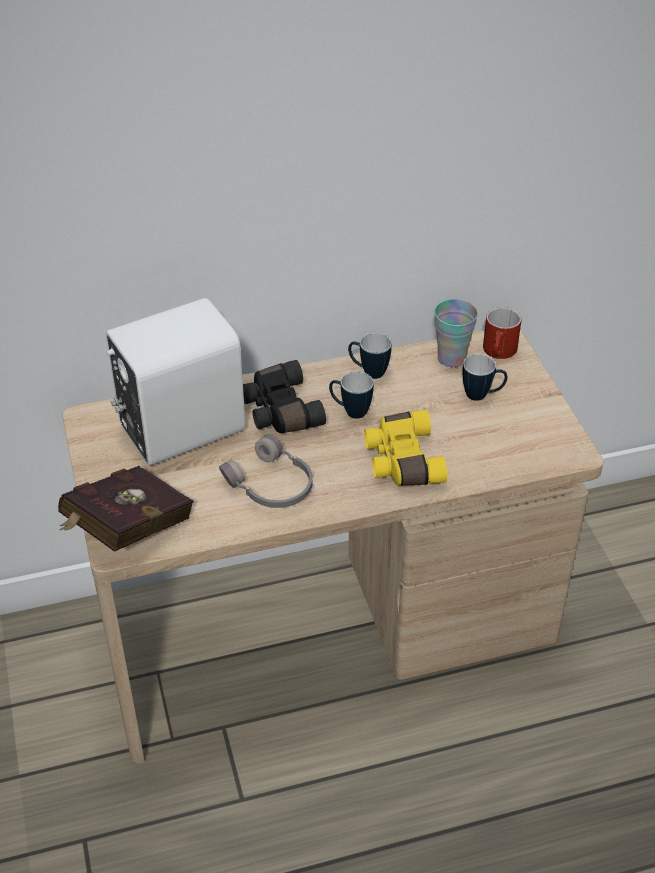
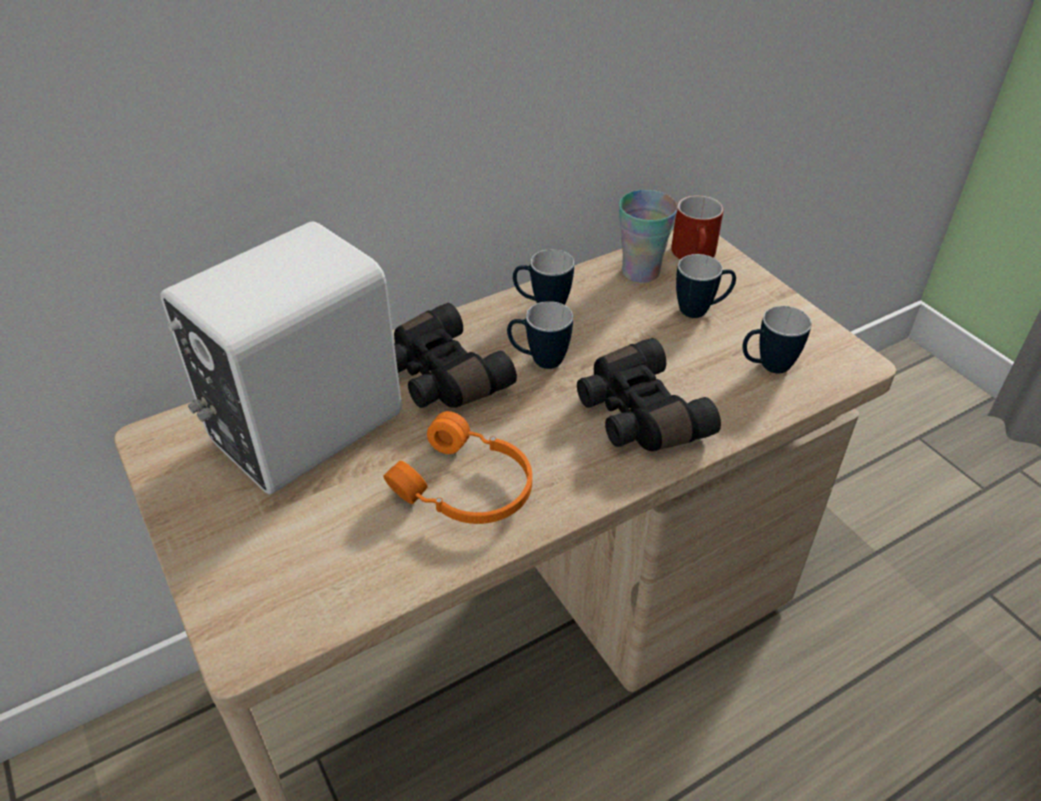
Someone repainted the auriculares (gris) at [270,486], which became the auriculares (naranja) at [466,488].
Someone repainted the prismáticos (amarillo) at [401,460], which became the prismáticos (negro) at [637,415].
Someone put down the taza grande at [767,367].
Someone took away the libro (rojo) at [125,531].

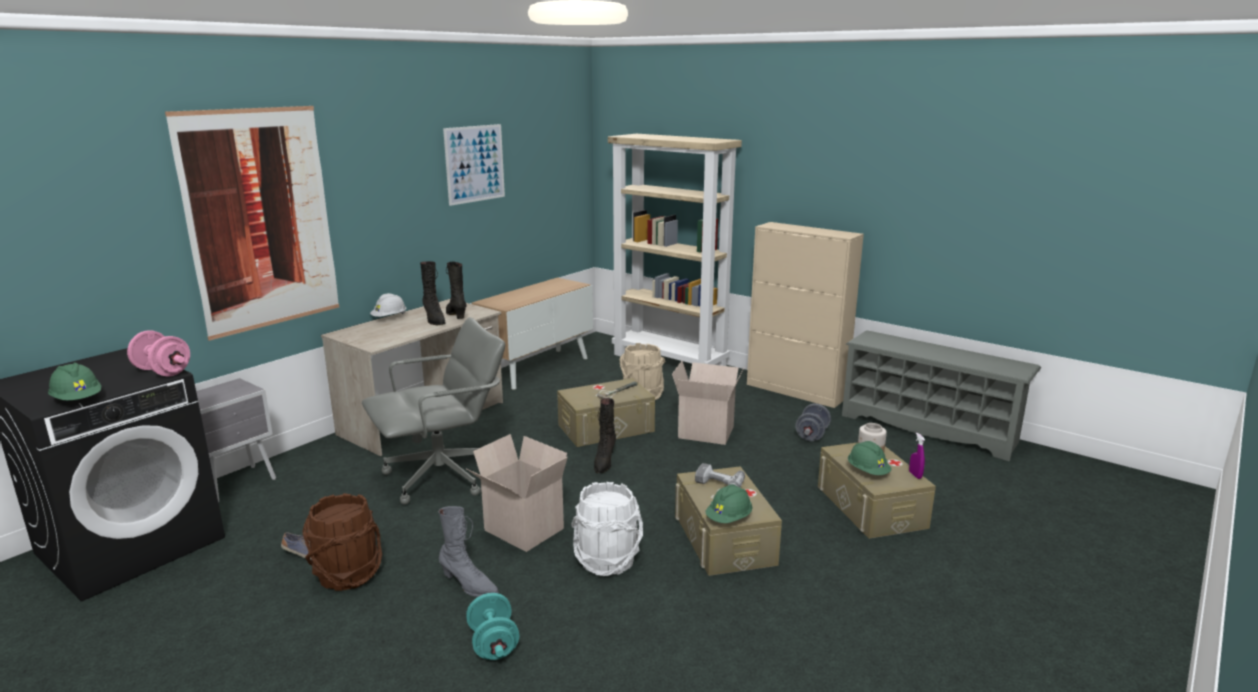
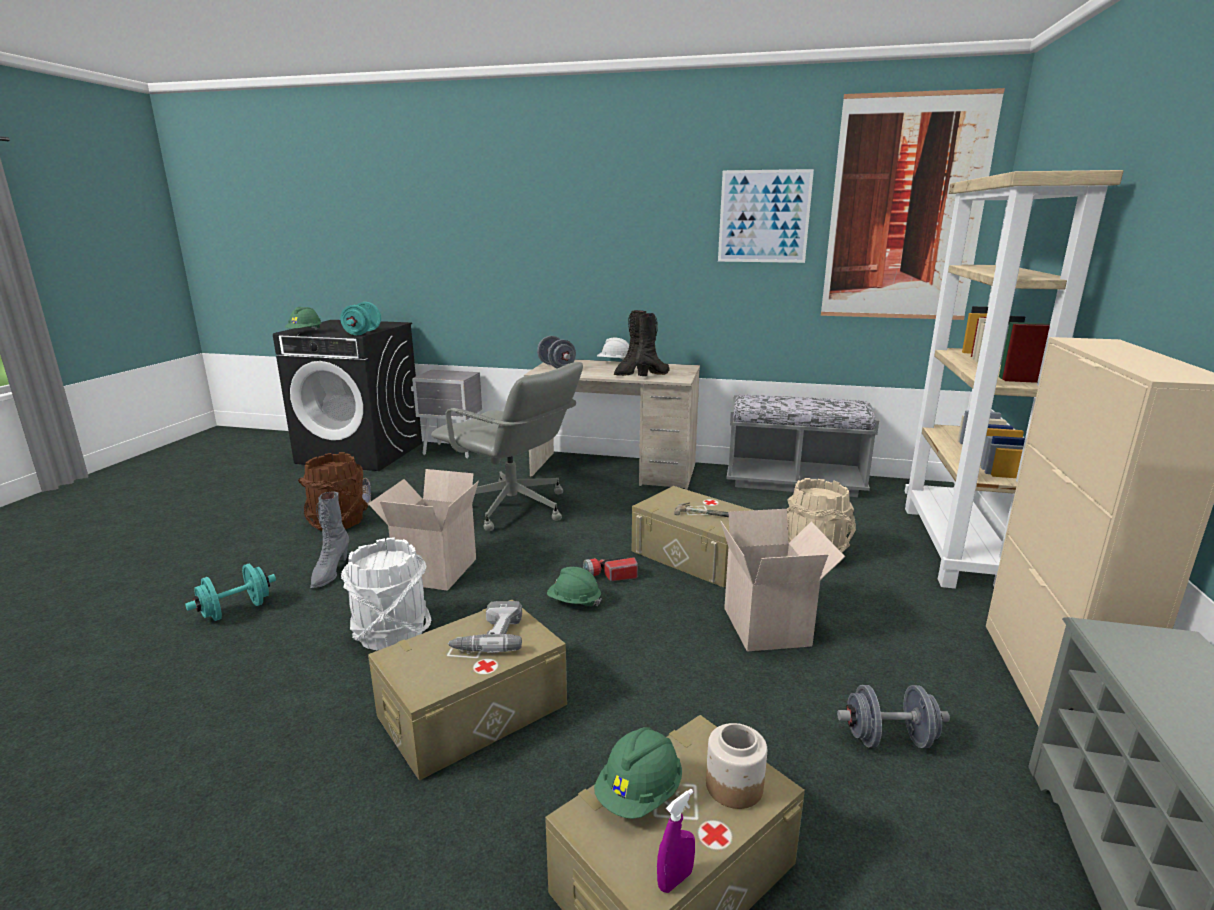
Someone repainted the mancuerna (rosa) at [163,371], which became the mancuerna (turquesa) at [362,333].
Someone put down the mancuerna (gris) at [556,366].
Someone carried the casco (verde) from [729,519] to [574,602].
Someone swapped the bota (negro) at [604,462] for the linterna at [610,575].
Someone swapped the armario at [537,368] for the banco (gris) at [794,482].
Someone carried the cuadro from [261,220] to [905,210].

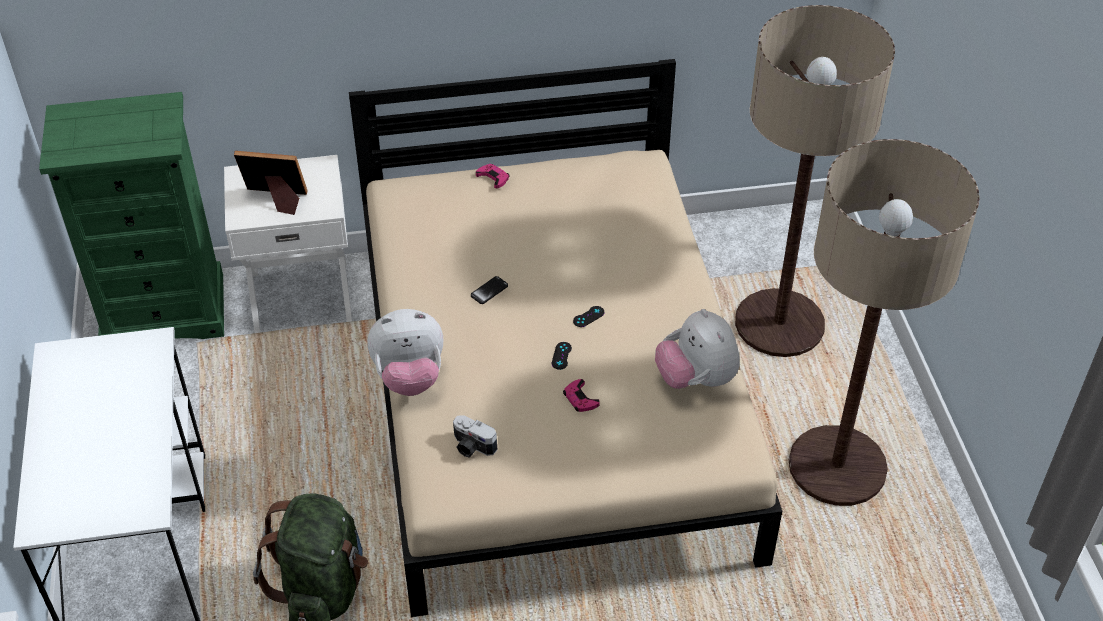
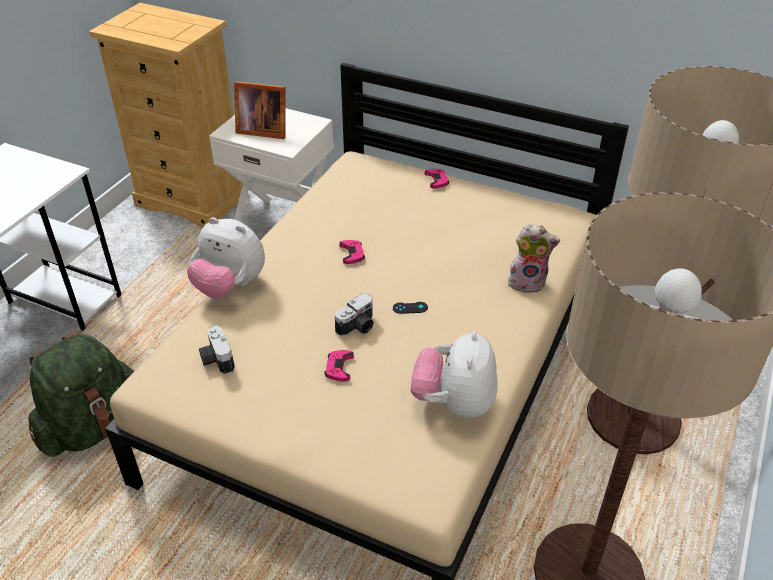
Someone repainted the cómoda (verde) at [165,311], which became the cómoda (beis) at [192,199].
Someone rotated the portarretratos at [276,199] by 150 degrees clockwise.
Someone swapped the mando de consola (negro) at [561,356] for the cámara at [358,327].
Someone swapped the móvil at [489,291] for the mando de consola (rosa) at [352,254].
Someone put down the peluche at [528,282].

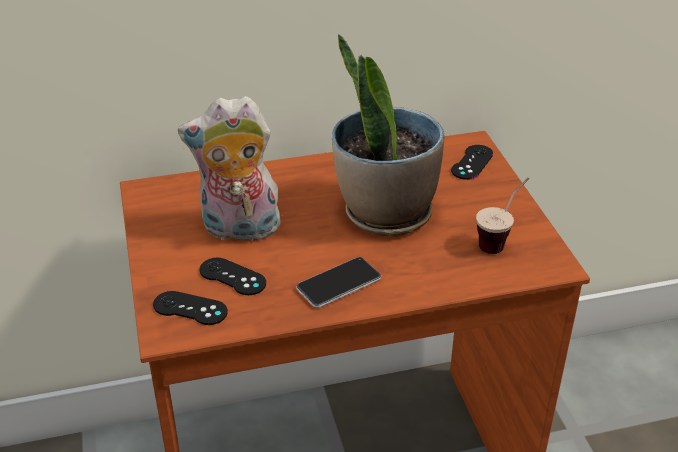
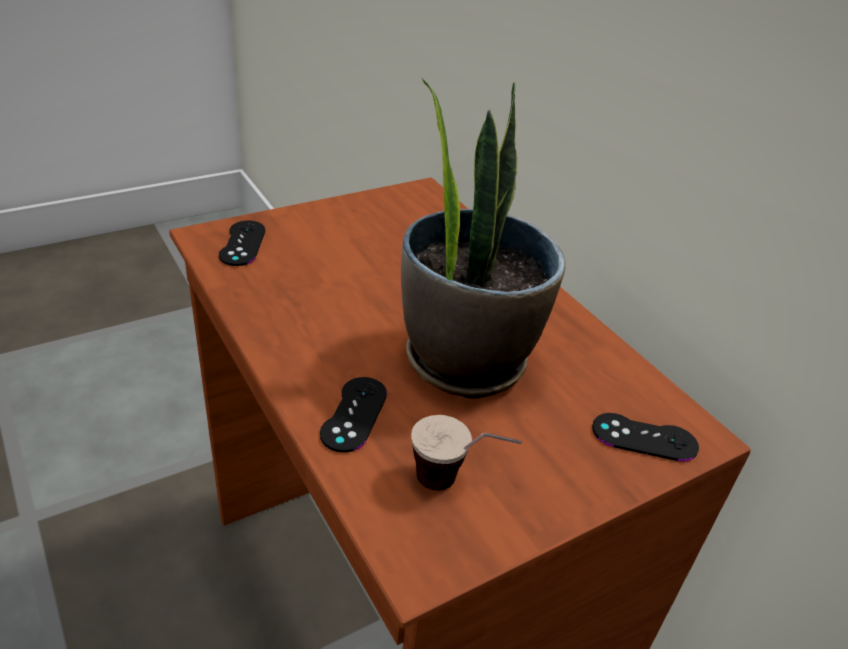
Someone carried the mando de consola (negro) from [232,277] to [354,414].
Someone took away the peluche at [238,230].
Someone took away the móvil at [339,284].

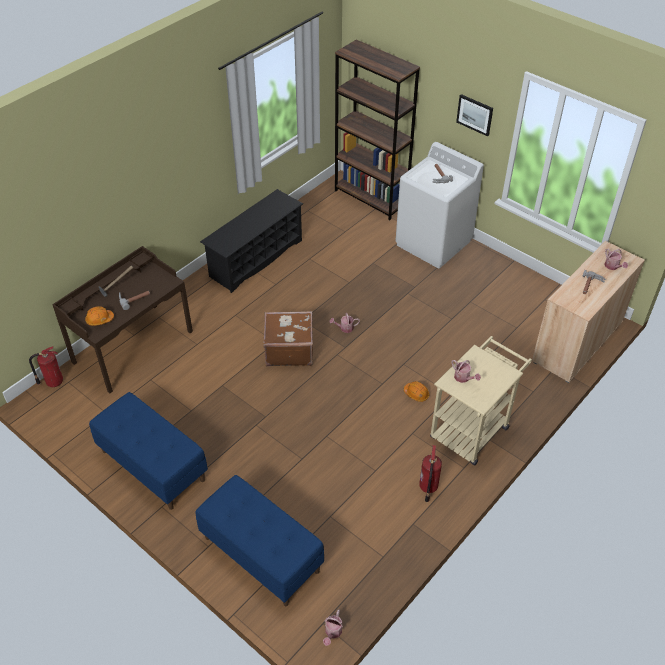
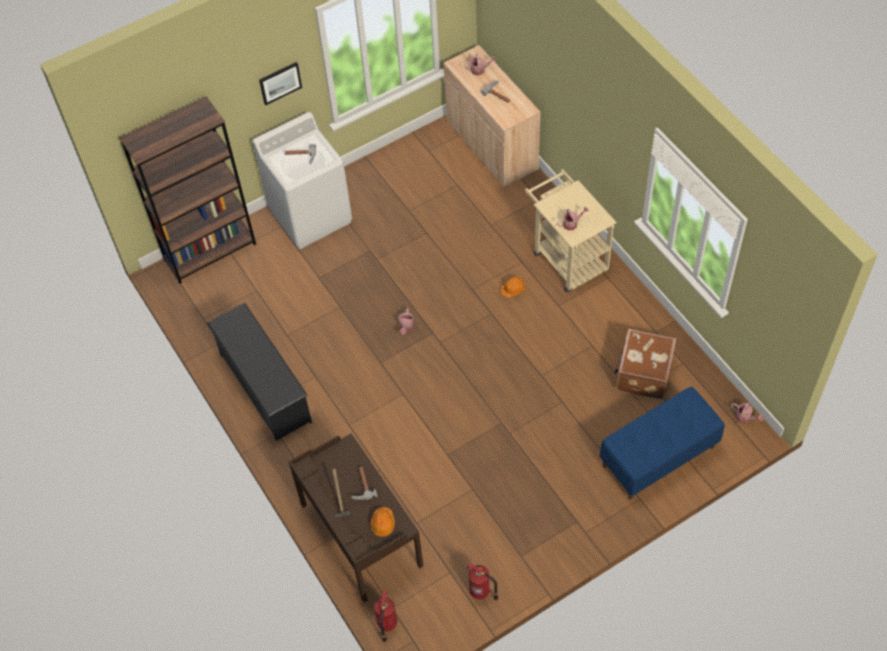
Someone carried the extintor from [428,487] to [481,592].
Someone carried the maleta (marrón) from [288,349] to [642,374].
Someone took away the banco (azul) at [152,465].

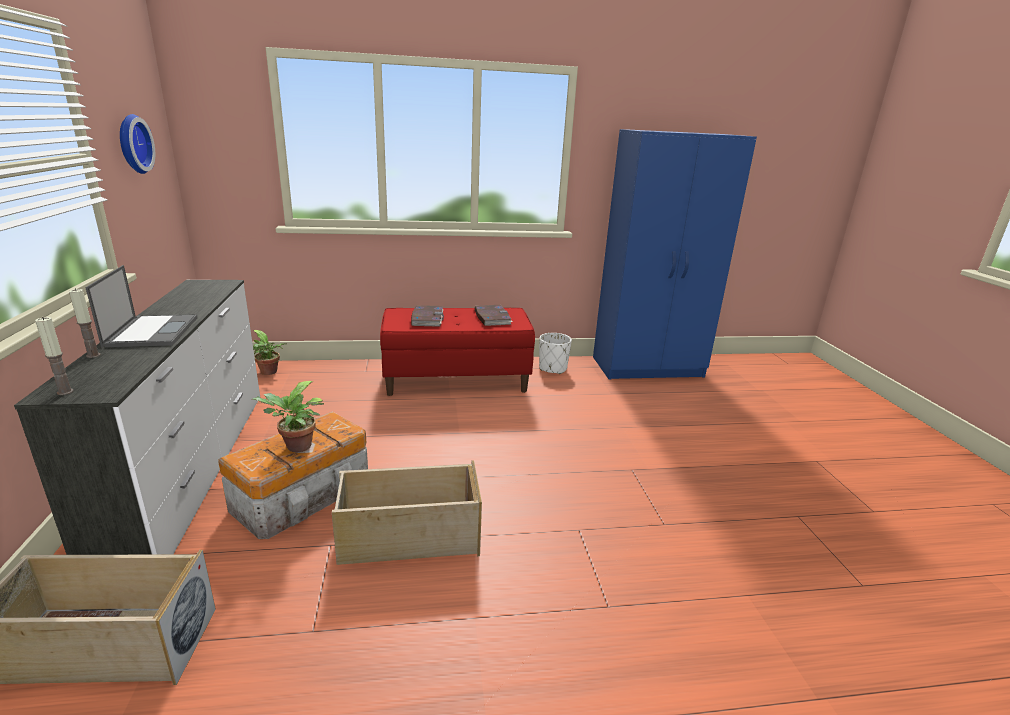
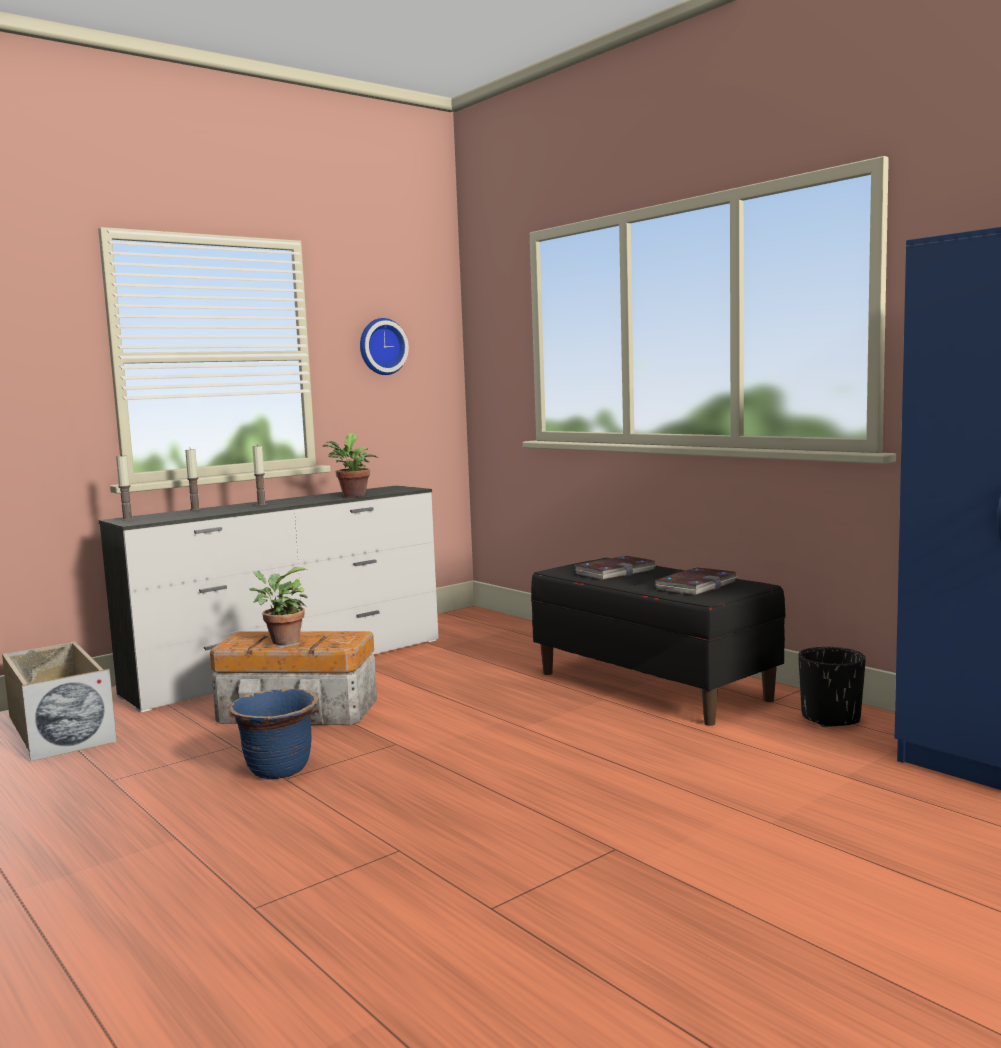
Someone swapped the caja de almacenaje (beis) at [408,537] for the maceta (azul) at [279,770].
Someone swapped the portátil at [152,331] for the vela at [261,504].
Someone carried the planta en maceta from [270,372] to [353,496].
Someone repainted the banco (rojo) at [456,380], which became the banco (negro) at [653,686].
Someone repainted the maceta (blanco) at [553,368], which became the maceta (negro) at [831,718].

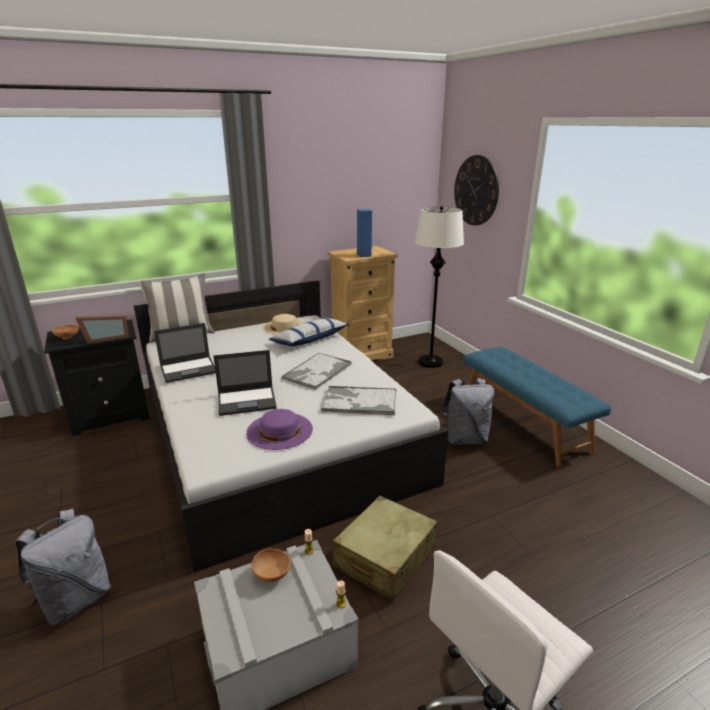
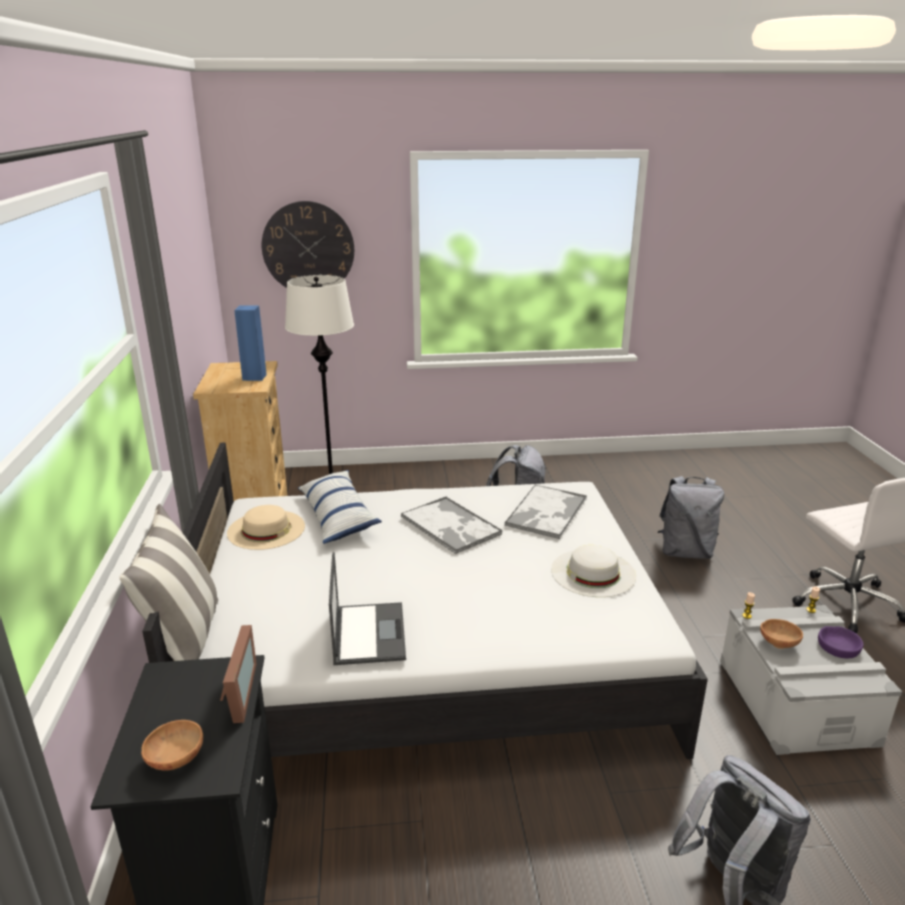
Someone repainted the sombrero (morado) at [279,430], which became the sombrero (blanco) at [593,572].
Someone put down the mochila (gris) at [685,552].
Someone put down the cuenco (morado) at [838,646].
Someone took away the portátil at [247,401].
Someone took away the maleta (beis) at [385,557].
Someone took away the banco (azul) at [523,422].

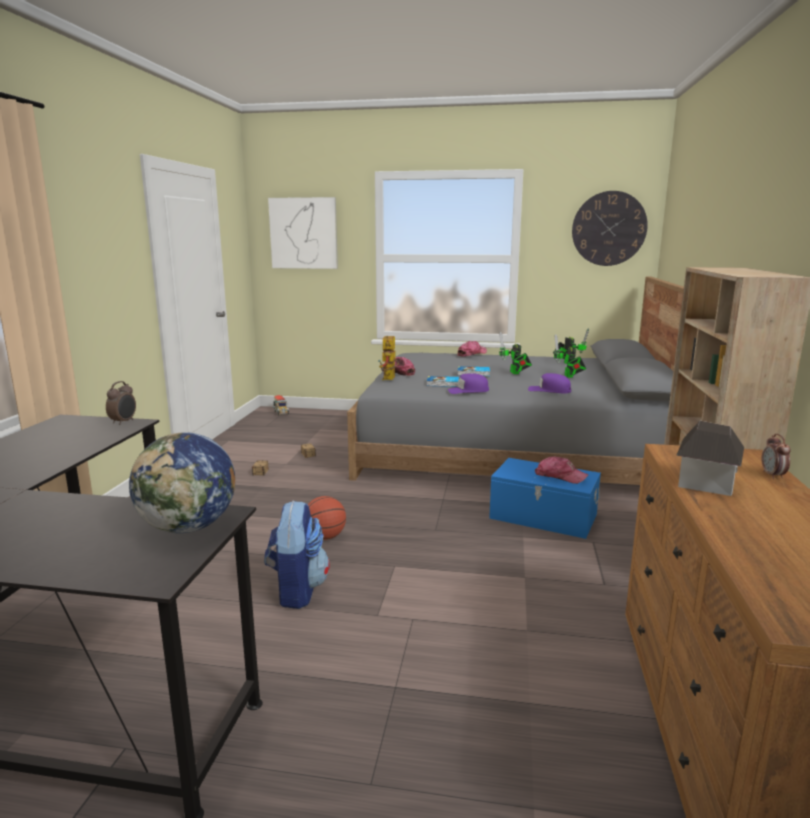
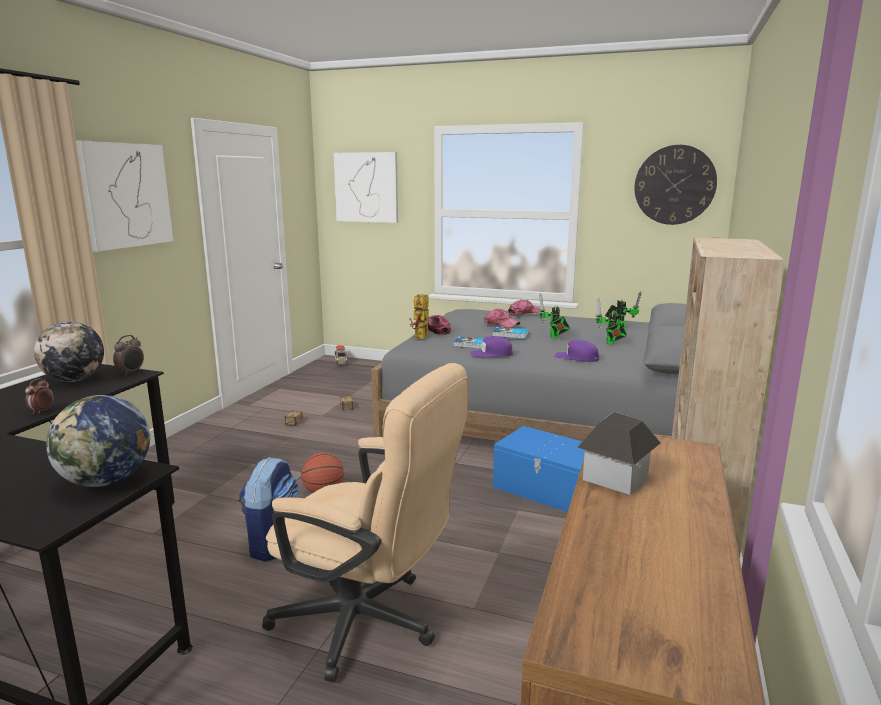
Someone carried the despertador from [772,475] to [42,411].
Someone put down the globo terráqueo at [75,380].
Someone put up the cuadro at [126,195].
Someone put down the silla de oficina (beis) at [368,624].
Someone carried the gorra from [560,476] to [501,324].

